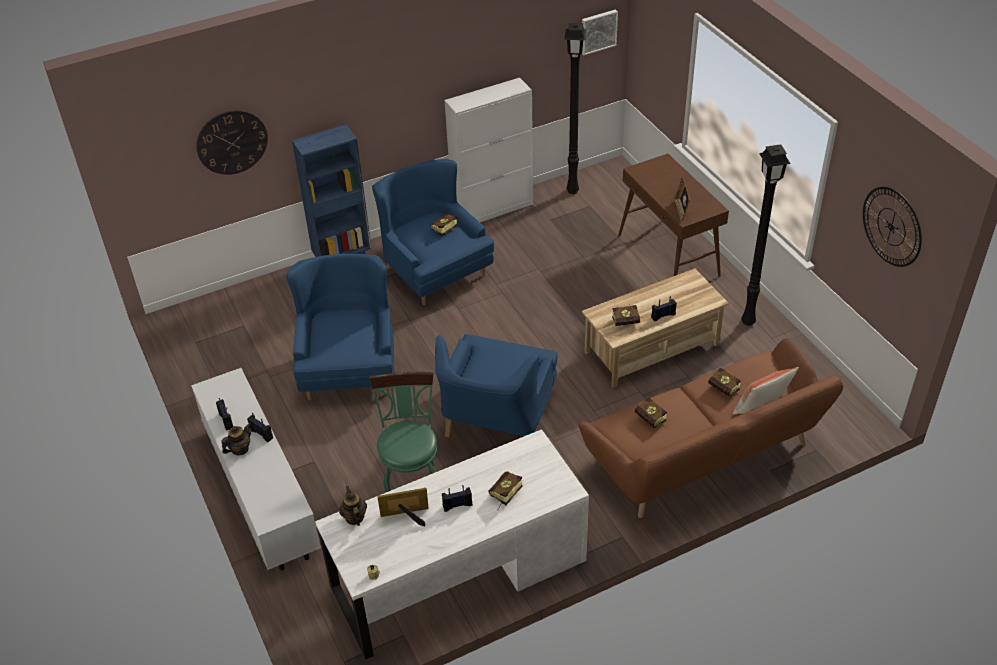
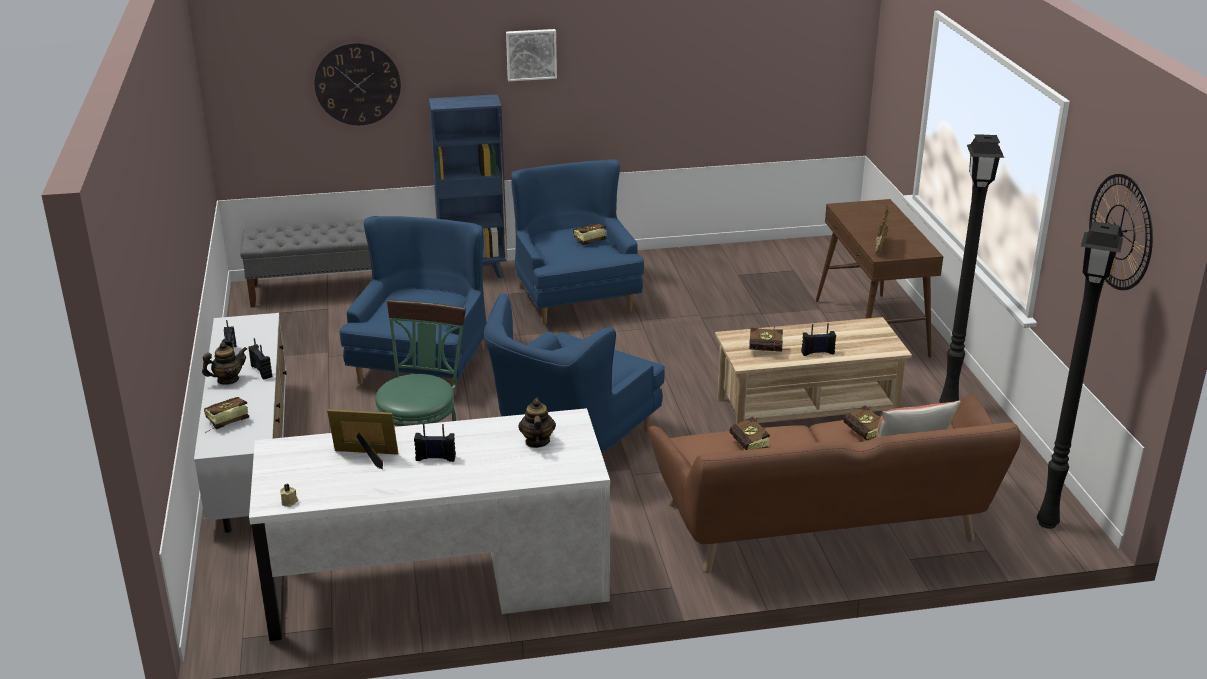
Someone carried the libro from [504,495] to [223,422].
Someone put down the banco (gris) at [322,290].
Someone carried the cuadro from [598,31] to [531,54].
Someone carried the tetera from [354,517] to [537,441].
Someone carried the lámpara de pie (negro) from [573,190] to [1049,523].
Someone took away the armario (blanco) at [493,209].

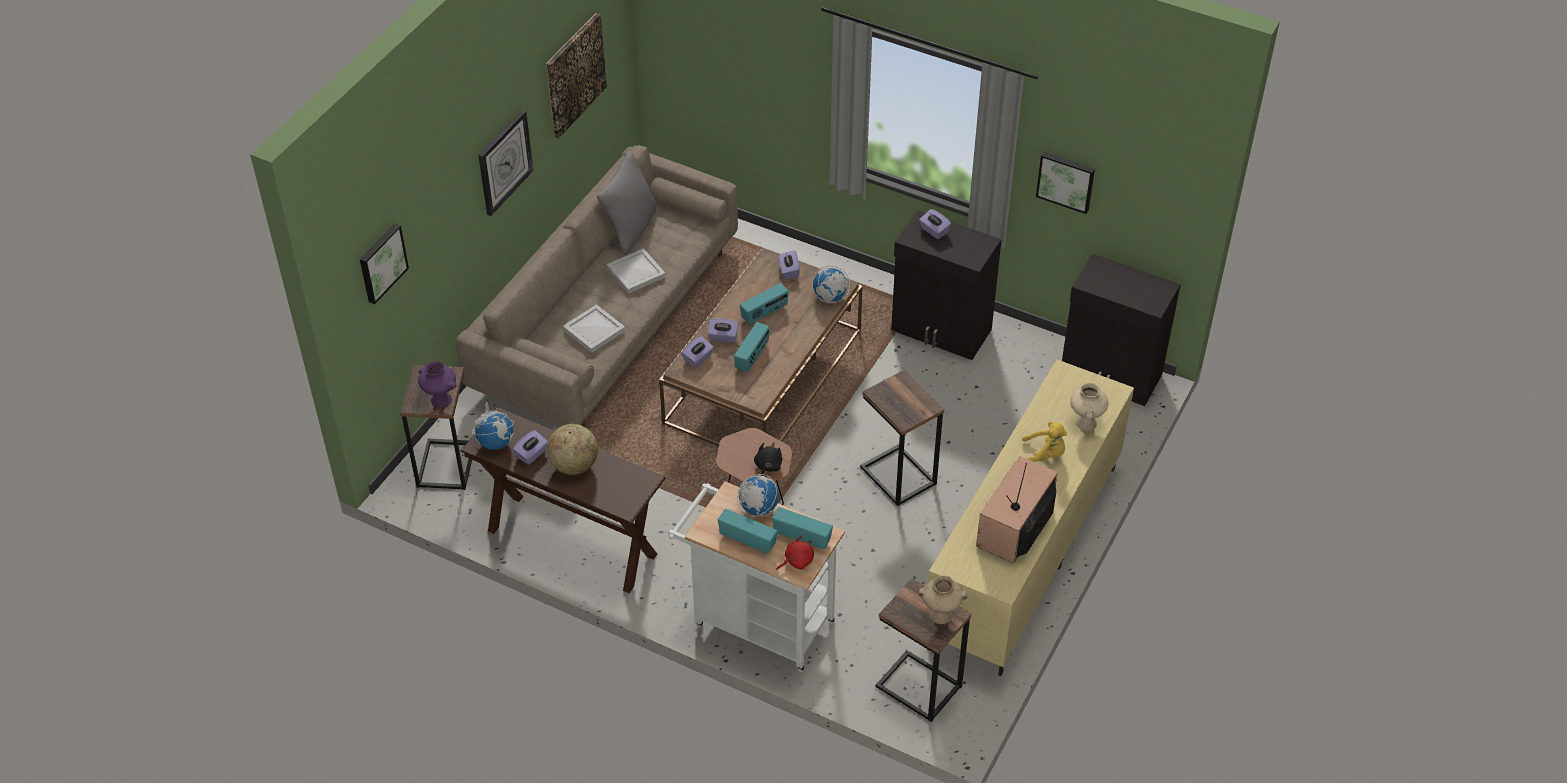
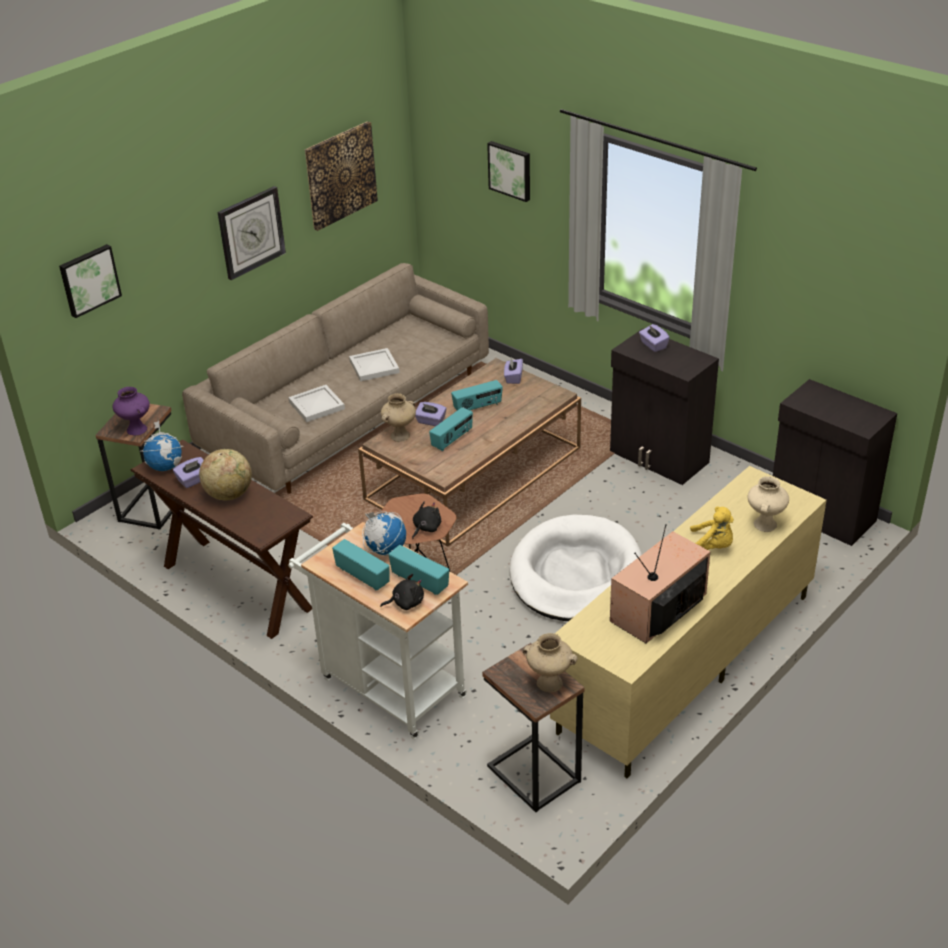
Someone repainted the peluche (rojo) at [797,561], which became the peluche (negro) at [406,602].
Someone swapped the caja de pañuelos (morado) at [698,358] for the florero (beis) at [400,435].
Someone carried the cuadro from [1066,181] to [510,170].
Someone swapped the mesa auxiliar at [897,476] for the cama para perro (blanco) at [575,574].
Someone took away the cojín (gris) at [630,229].
Someone took away the globo terráqueo at [829,297].

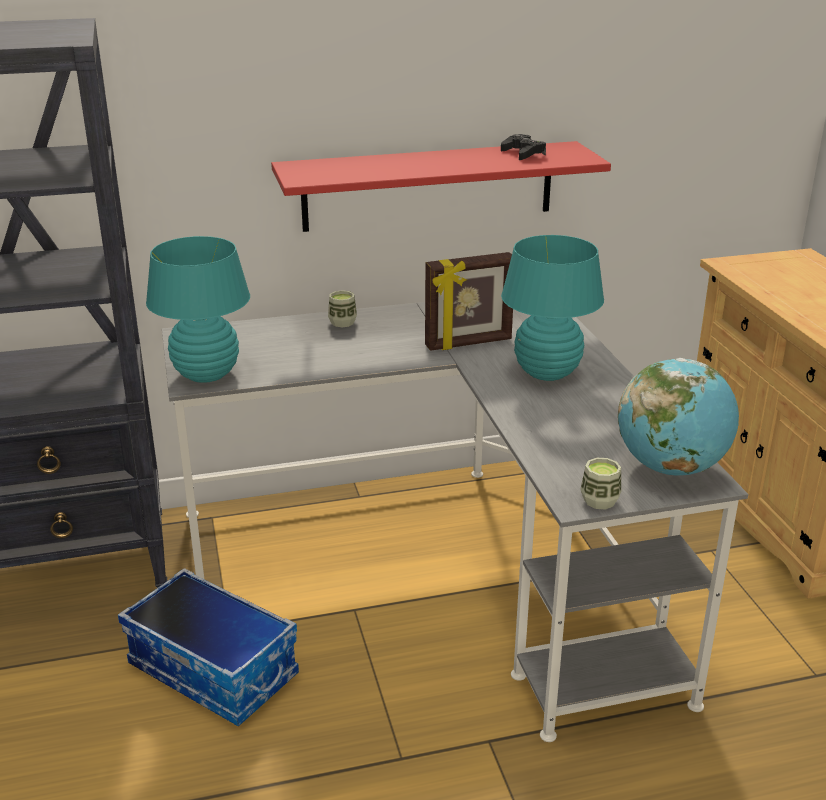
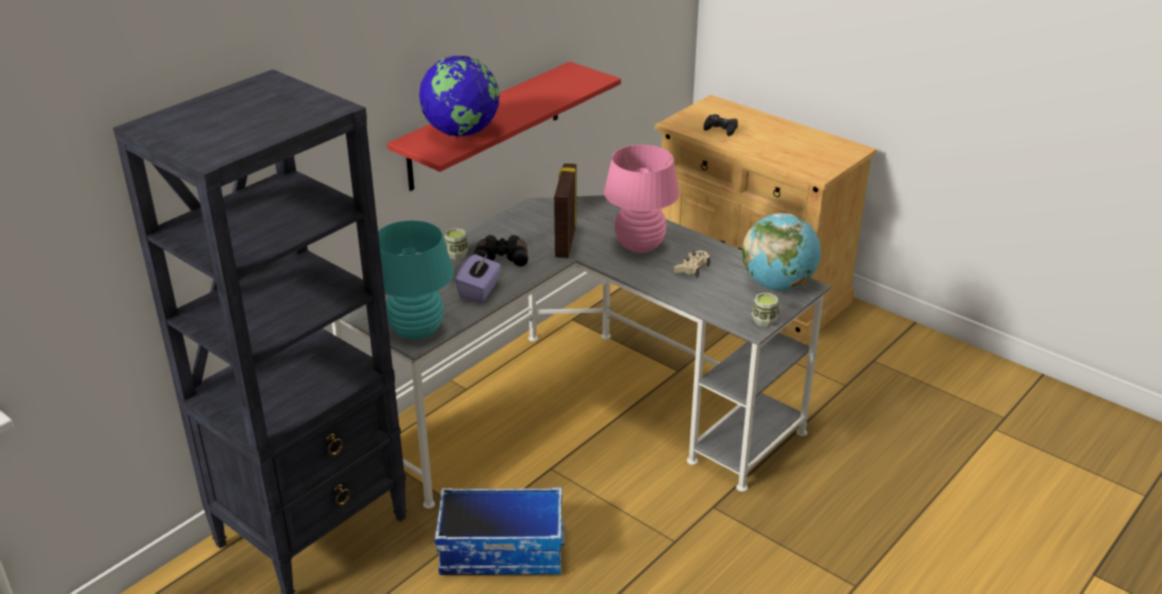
Someone put down the globo terráqueo at [462,132].
Someone put down the caja de pañuelos (morado) at [479,291].
Someone put down the prismáticos (negro) at [501,257].
Someone rotated the portarretratos at [469,343] by 150 degrees clockwise.
Someone repainted the lámpara de mesa (turquesa) at [547,372], which became the lámpara de mesa (rosa) at [640,246].
Someone put down the mando de consola (beis) at [692,268].
Someone carried the mando de consola (negro) from [523,153] to [721,129].

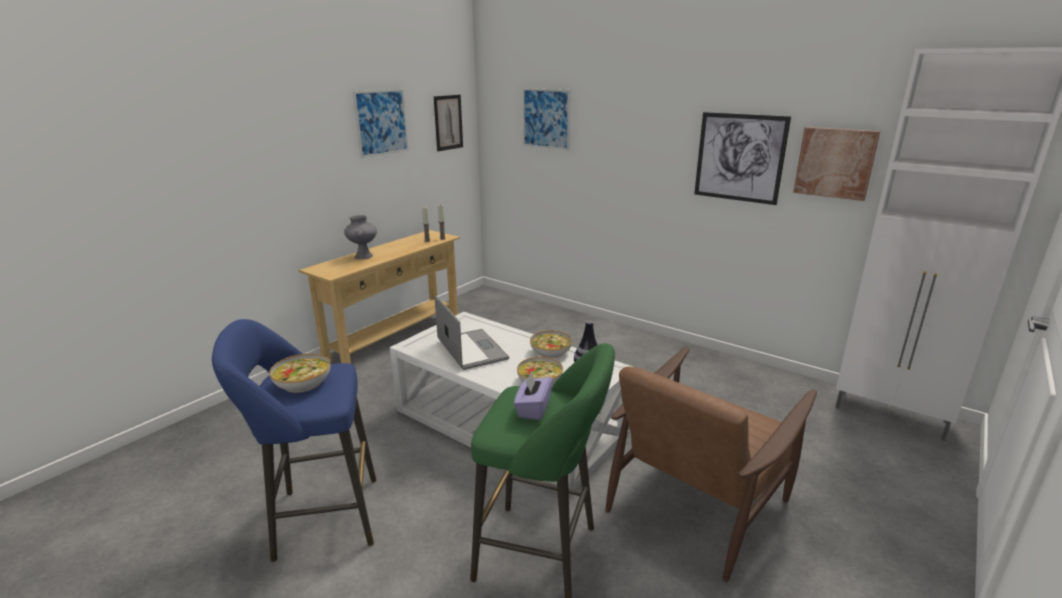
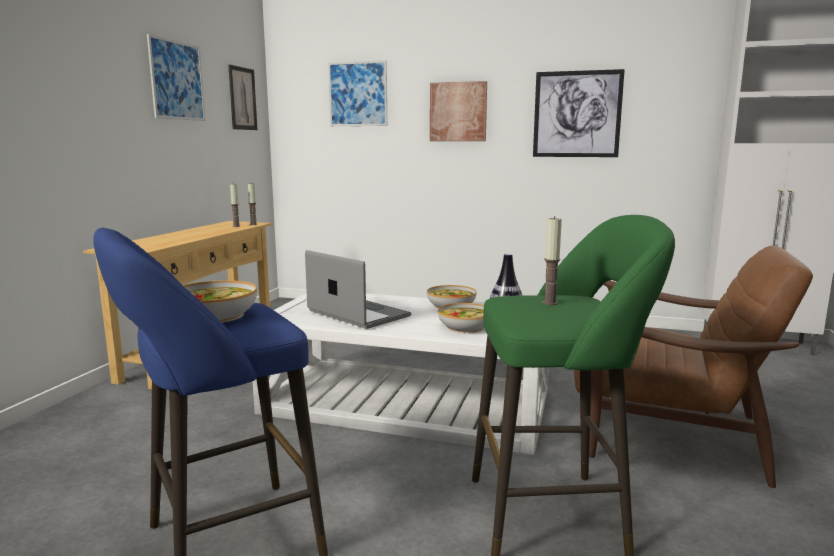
Someone carried the cuadro from [835,163] to [458,112].
Someone swapped the caja de pañuelos (morado) at [533,409] for the vela at [550,303].
Someone rotated the sillón (marrón) at [698,500] by 90 degrees counterclockwise.
Someone took away the florero (gris) at [363,256].

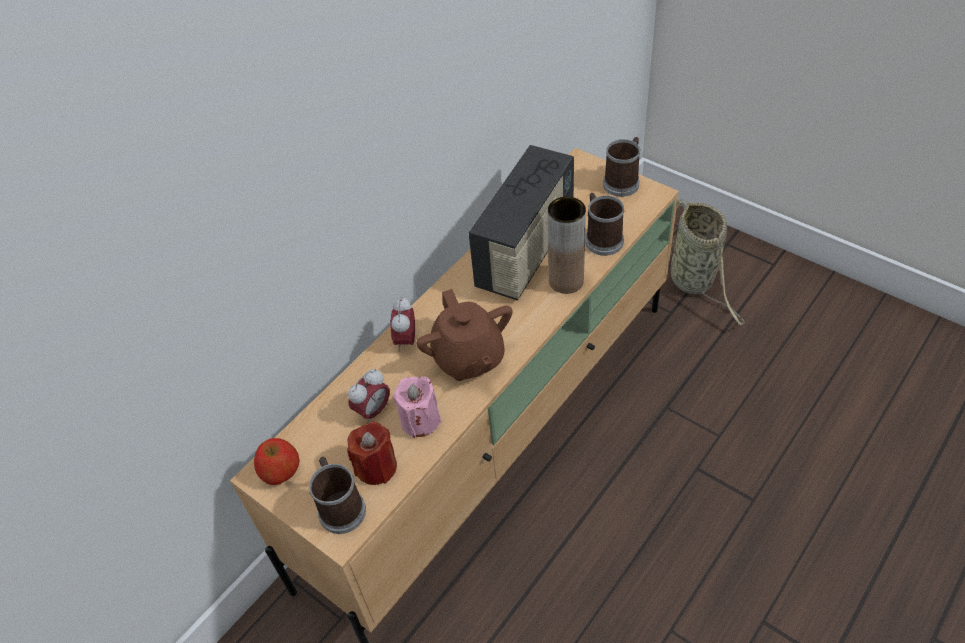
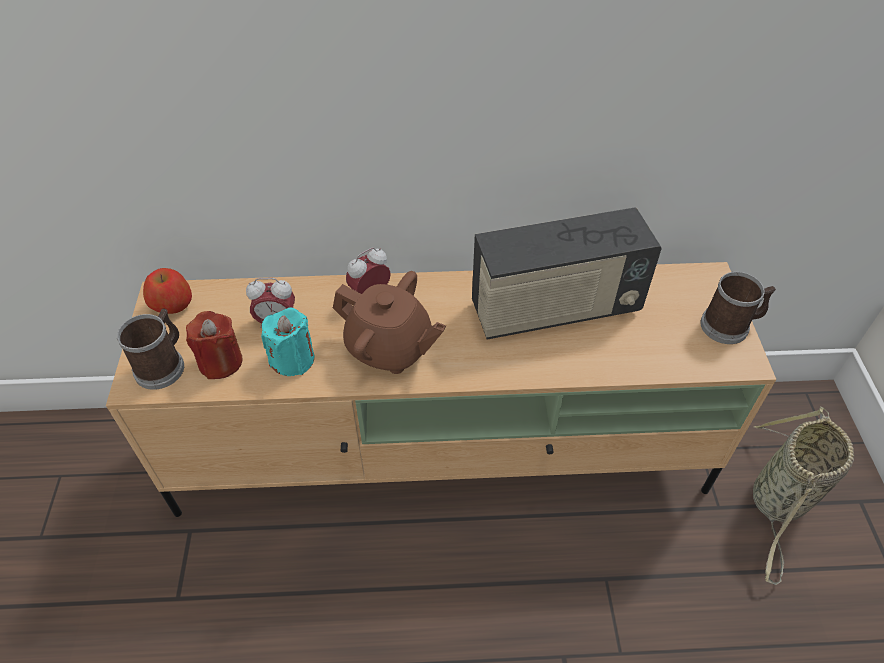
Someone repainted the vela (rosa) at [420,420], which became the vela (turquesa) at [292,359].
Someone rotated the tetera (marrón) at [468,358] by 90 degrees counterclockwise.
Someone took away the florero (marrón) at [566,281].
Someone took away the taza grande at [601,239].

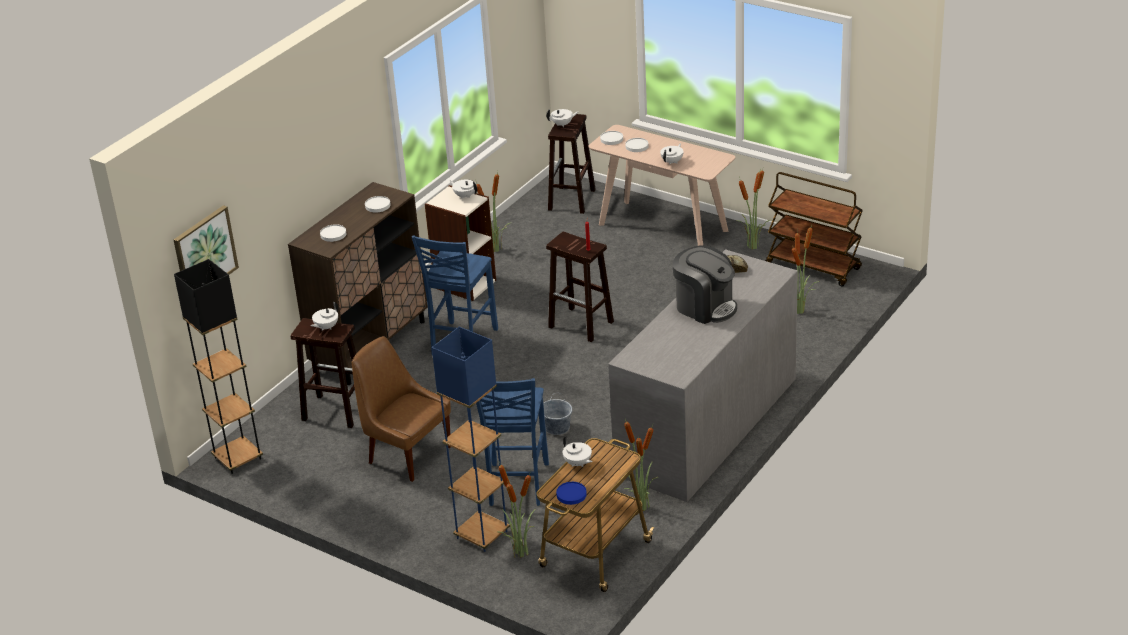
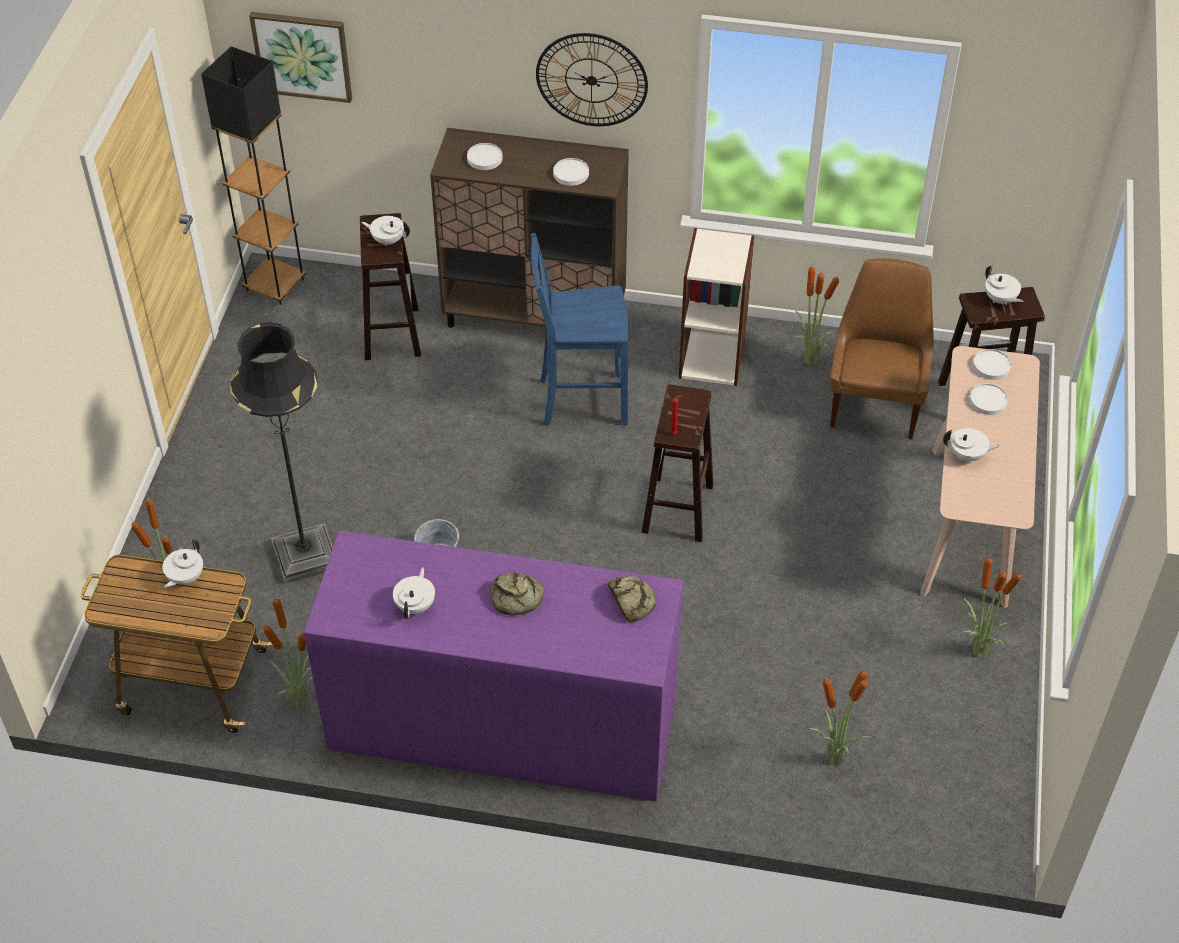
Someone swapped the silla (azul) at [516,485] for the lámpara de pie (negro) at [305,556].
Someone repainted the cómoda (gris) at [707,426], which became the cómoda (morado) at [502,723].
Someone carried the tetera (blanco) from [465,196] to [416,605].
Someone swapped the cafetera at [705,306] for the pan at [516,598].
Someone put up the reloj de pared at [591,80].
Someone carried the silla (marrón) from [407,454] to [875,404].
Someone took away the lámpara de pie (azul) at [482,535].
Someone took away the plato (azul) at [571,494].
Someone took away the carrito (marrón) at [814,267].

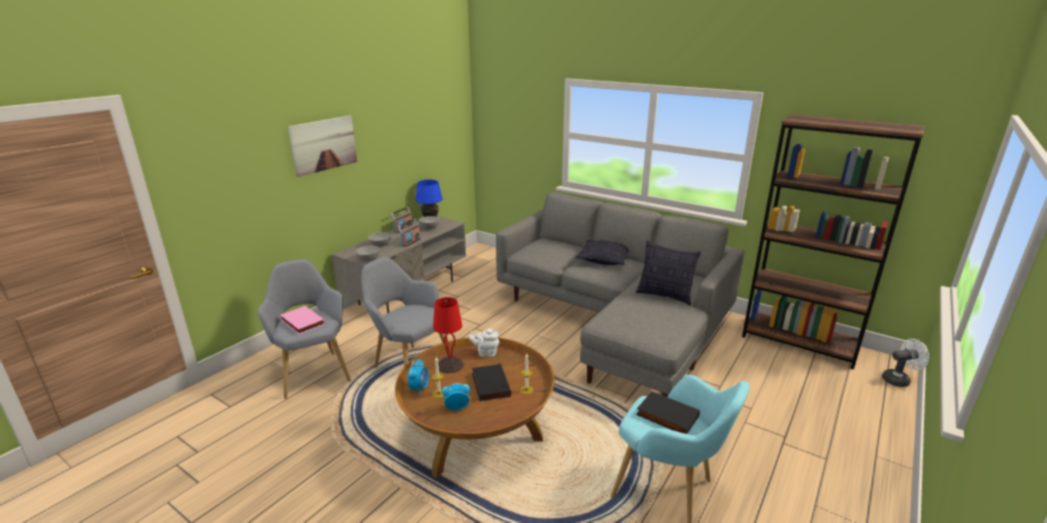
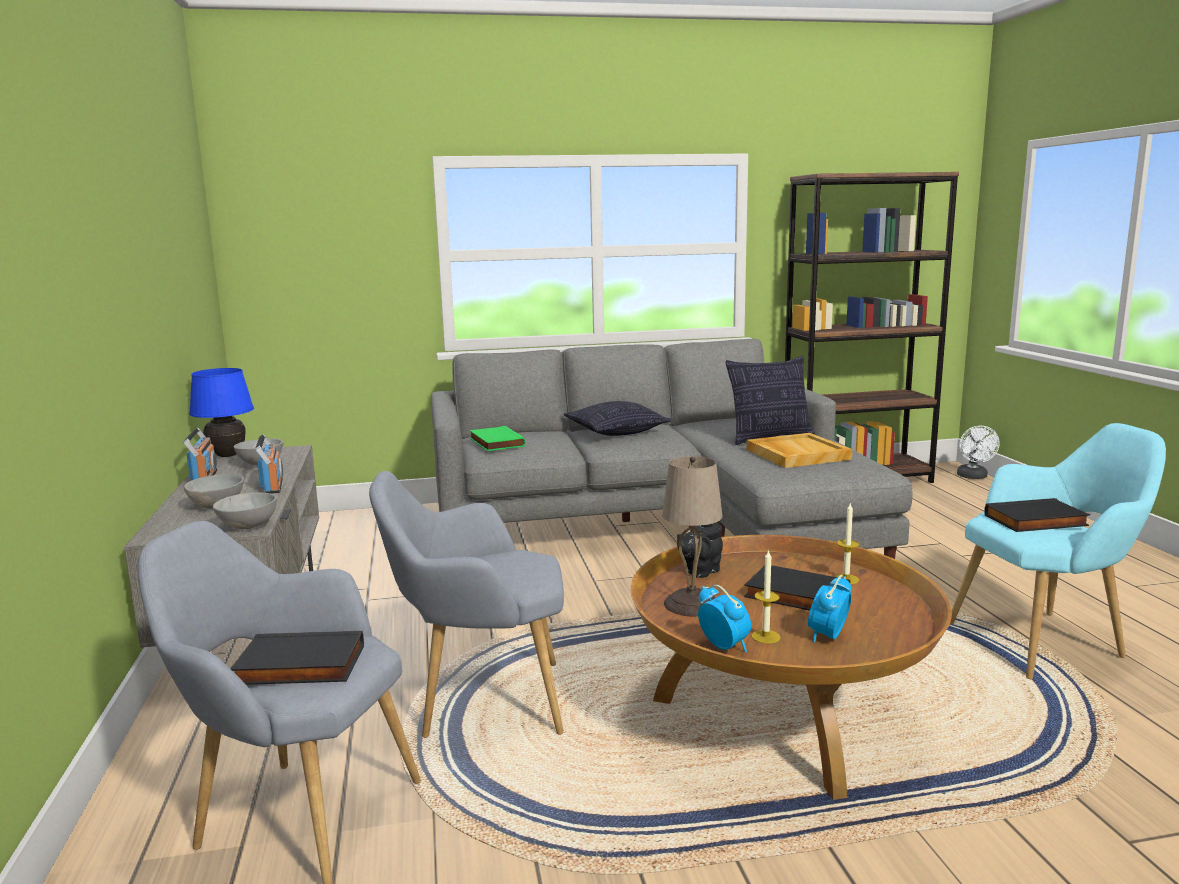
Someone repainted the libro (rosa) at [301,322], which became the libro (negro) at [299,666].
Someone put down the libro (verde) at [495,442].
Someone repainted the lámpara de mesa (rojo) at [450,365], which became the lámpara de mesa (beis) at [692,603].
Someone repainted the tetera (blanco) at [486,353], which became the tetera (negro) at [700,571].
Someone put down the bandeja (beis) at [796,454].
Someone rotated the ventilador (blanco) at [899,380] by 150 degrees clockwise.
Someone took away the cuadro at [324,145].

